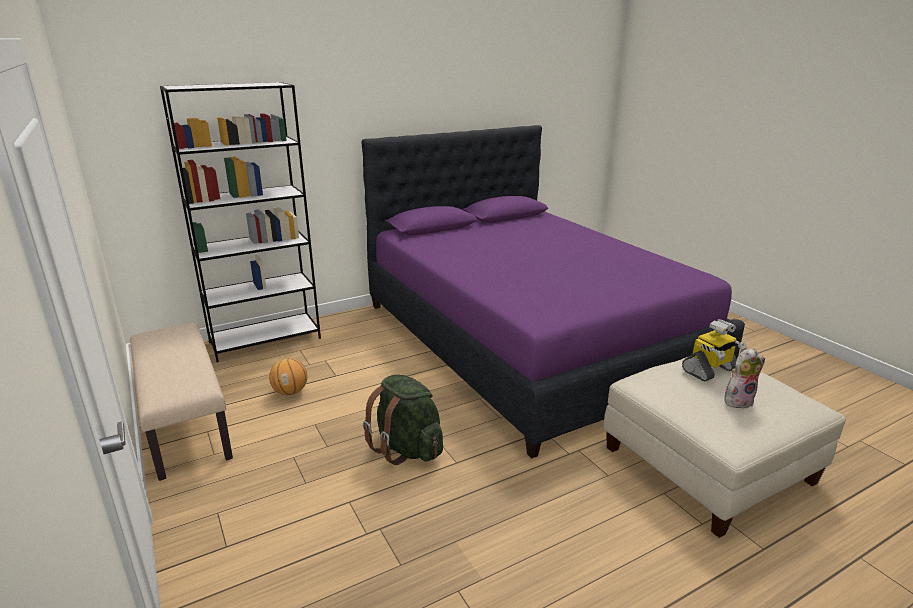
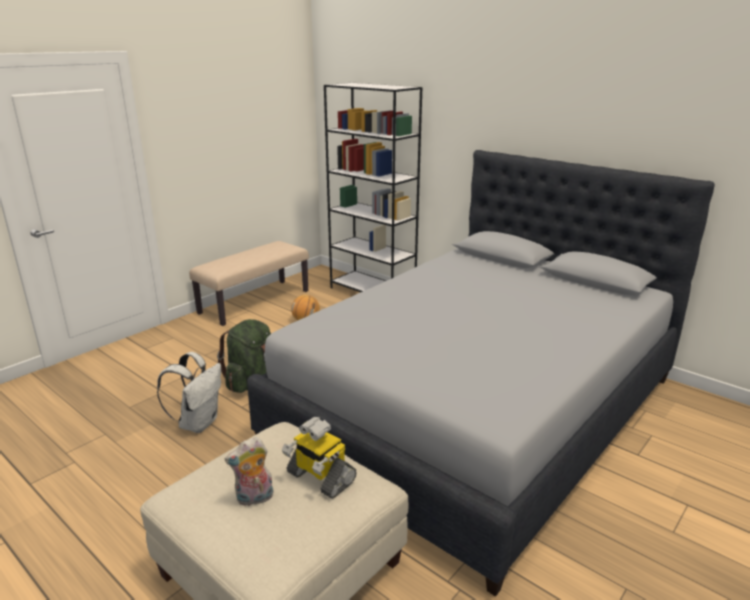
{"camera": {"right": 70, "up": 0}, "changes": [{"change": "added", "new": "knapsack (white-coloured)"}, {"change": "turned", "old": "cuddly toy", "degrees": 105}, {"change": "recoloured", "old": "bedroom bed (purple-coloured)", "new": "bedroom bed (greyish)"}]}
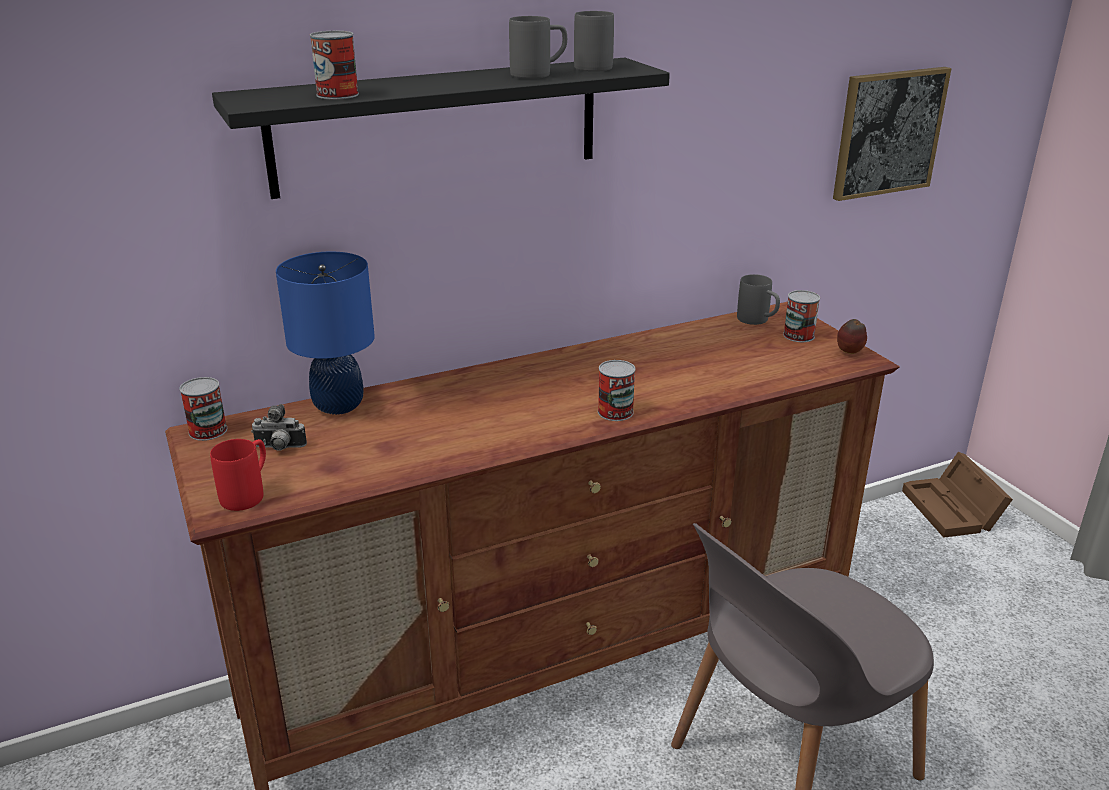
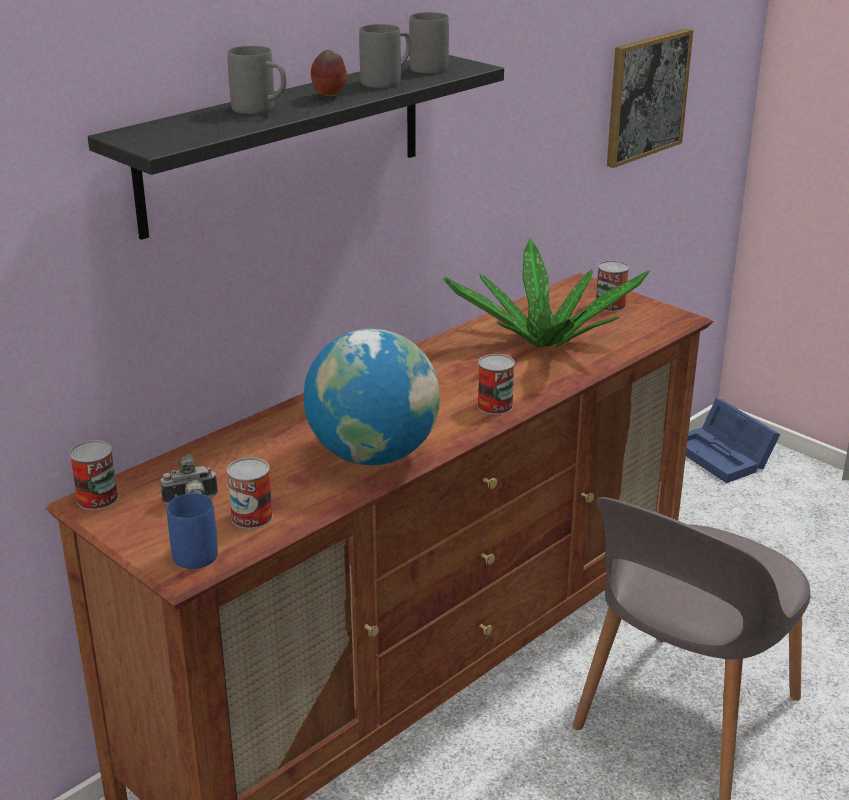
{"camera": {"right": -20, "up": 0}, "changes": [{"change": "recoloured", "old": "mug (reddish)", "new": "mug (blue)"}, {"change": "moved", "old": "mug (greyish) (3rd from left in the first image)", "new": "mug (greyish) (1st from left)"}, {"change": "moved", "old": "sealed can (2nd from left)"}, {"change": "added", "new": "desk globe"}, {"change": "moved", "old": "apple fruit"}, {"change": "added", "new": "plant in a pot"}, {"change": "recoloured", "old": "storage box (brown)", "new": "storage box (blue)"}, {"change": "removed", "old": "tabletop lamp (blue)"}]}
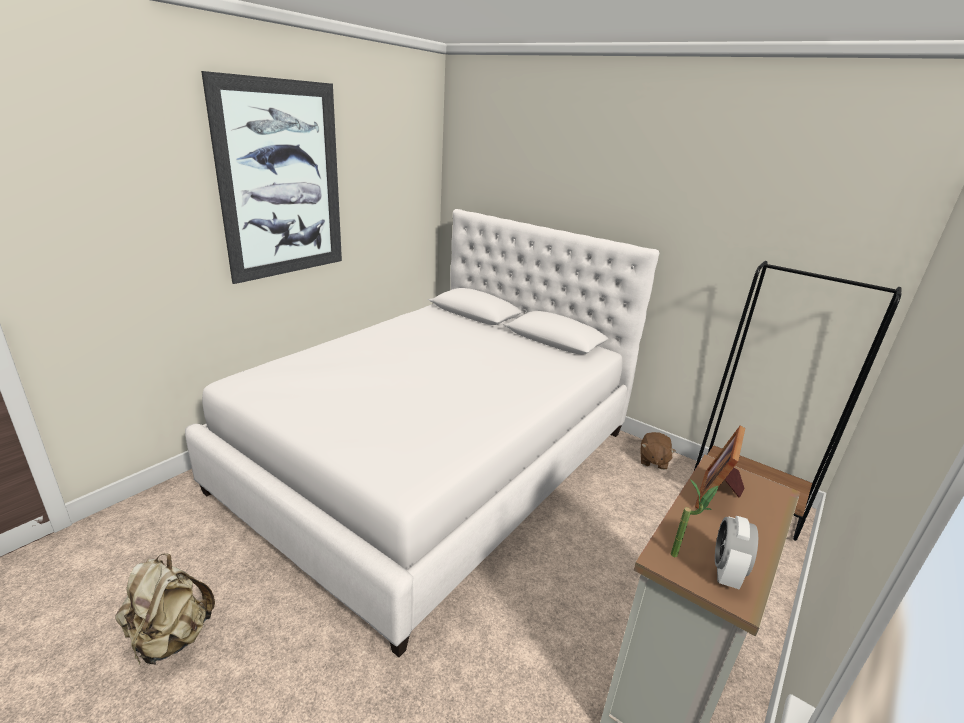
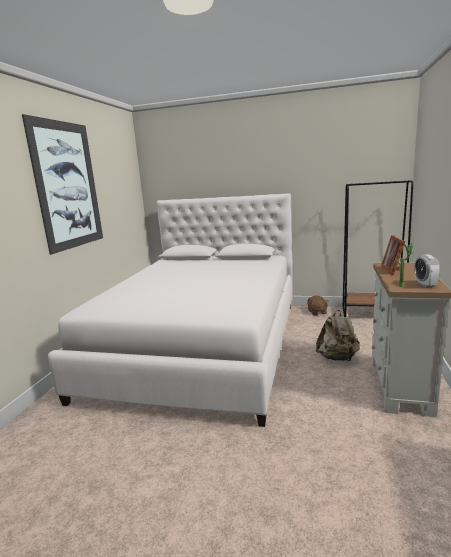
{"camera": {"right": -20, "up": -10}, "changes": [{"change": "moved", "old": "knapsack (beige-coloured)"}]}
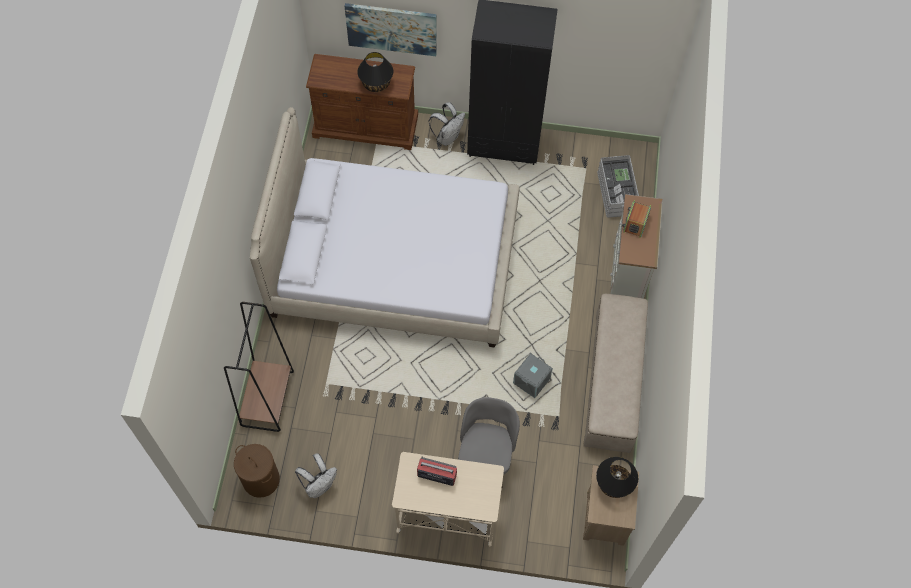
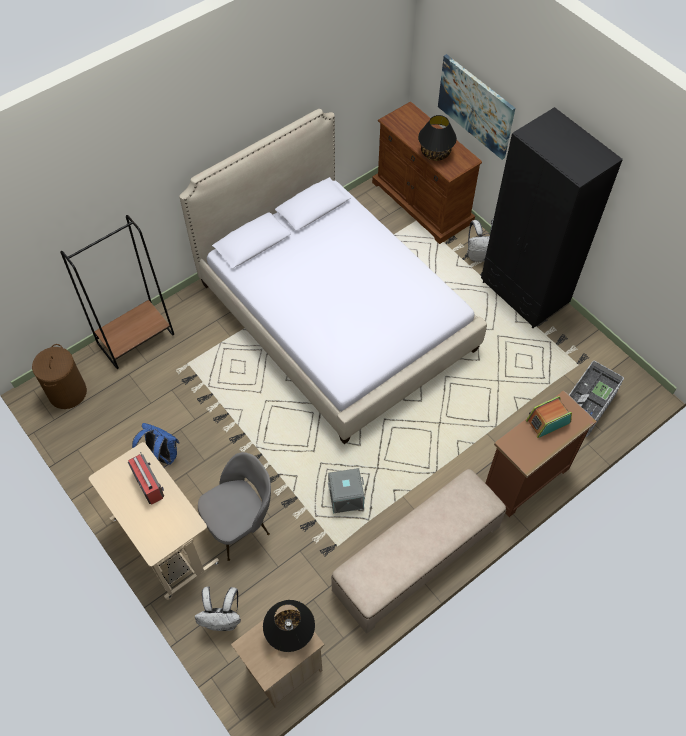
{"camera": {"right": 45, "up": -5}, "changes": [{"change": "added", "new": "knapsack (blue)"}, {"change": "moved", "old": "knapsack (white-coloured) (1st from left)"}, {"change": "recoloured", "old": "chest of drawers (white-coloured)", "new": "chest of drawers (brown) (2nd from left)"}]}
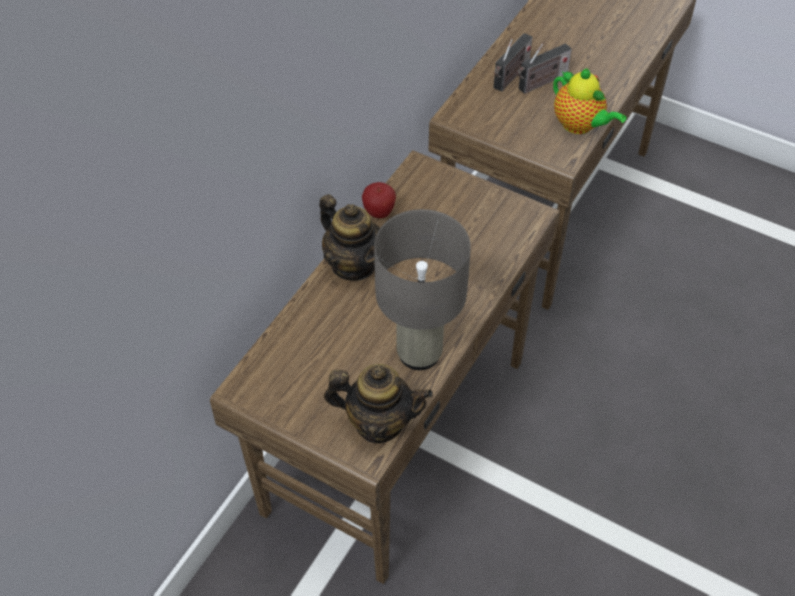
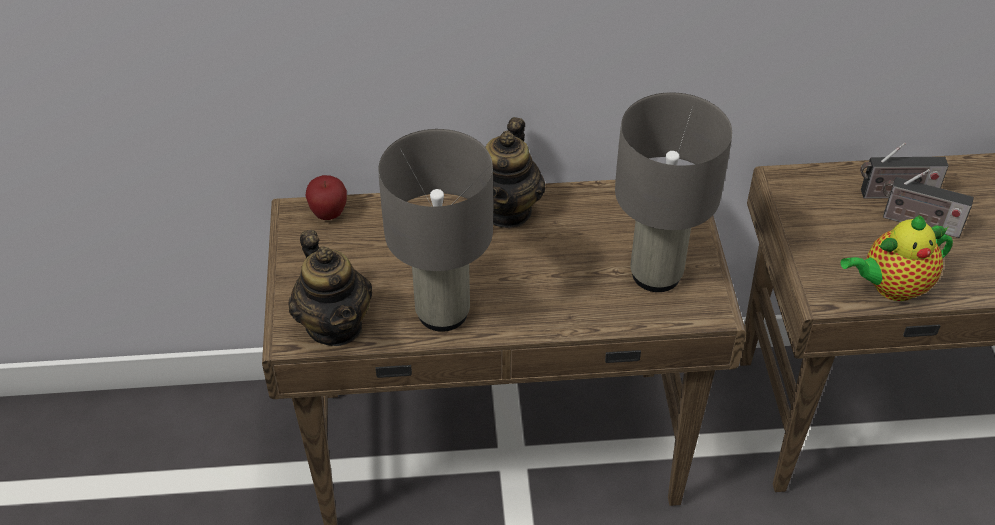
{"camera": {"right": 55, "up": -5}, "changes": [{"change": "moved", "old": "apple fruit"}, {"change": "added", "new": "tabletop lamp (greyish) (2nd from left)"}, {"change": "turned", "old": "tea pot (3rd from left)", "degrees": 60}]}
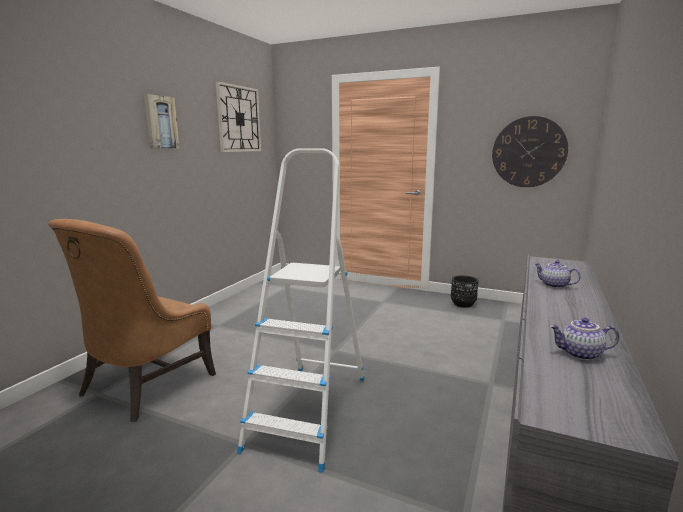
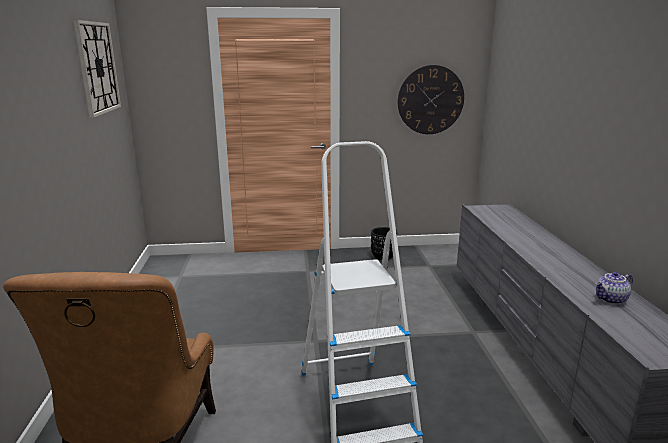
{"camera": {"right": -30, "up": 5}, "changes": [{"change": "removed", "old": "wall art"}, {"change": "removed", "old": "tea pot (1st from left)"}]}
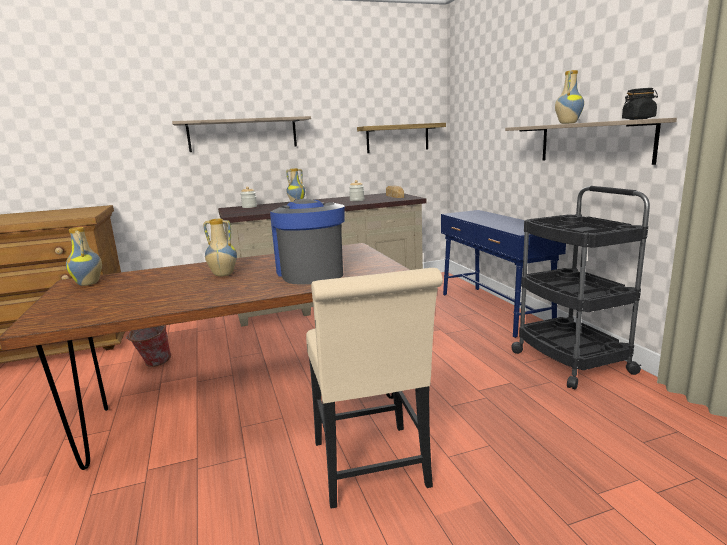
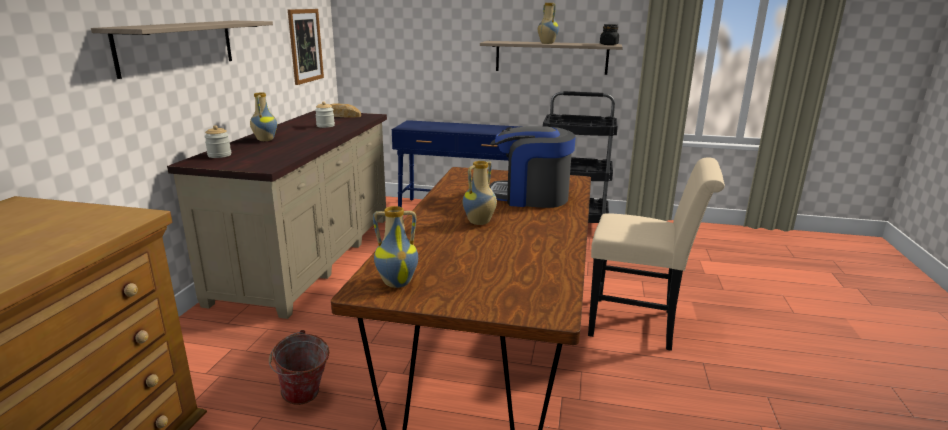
{"camera": {"right": -60, "up": 5}, "changes": [{"change": "replaced", "old": "shelf (2nd from left)", "new": "wall art"}]}
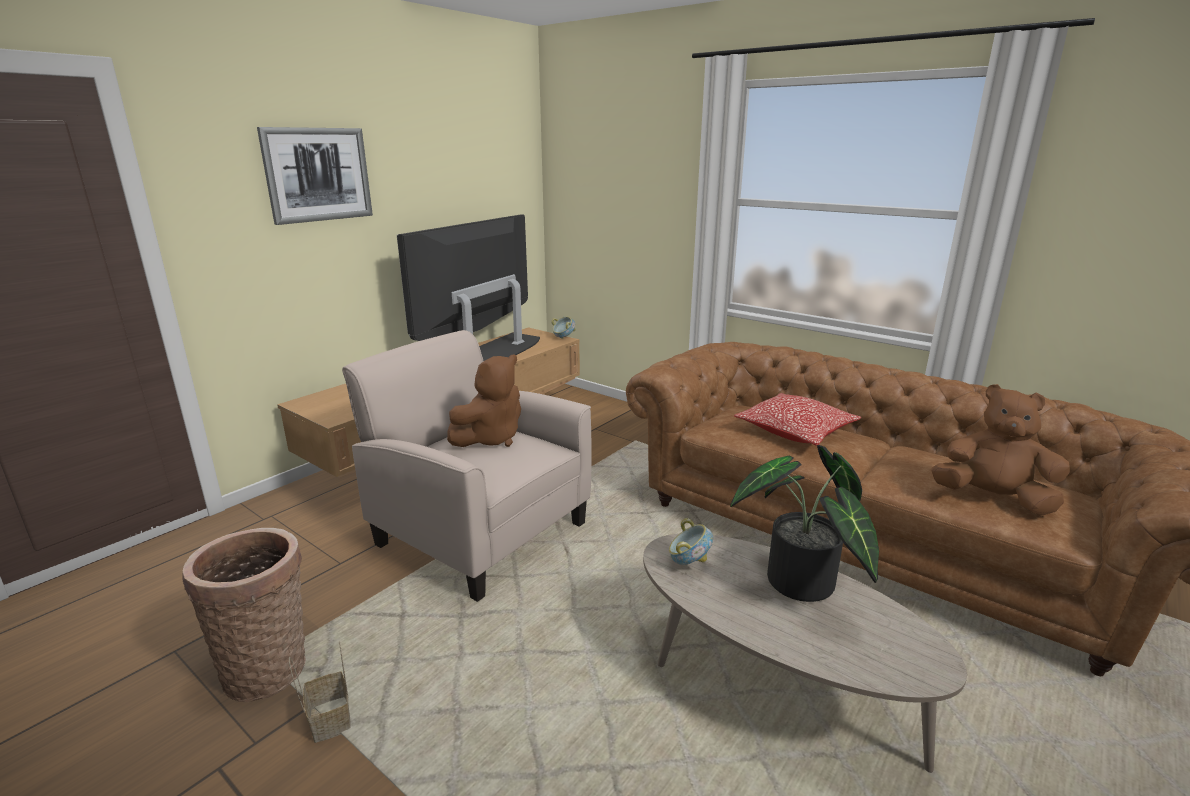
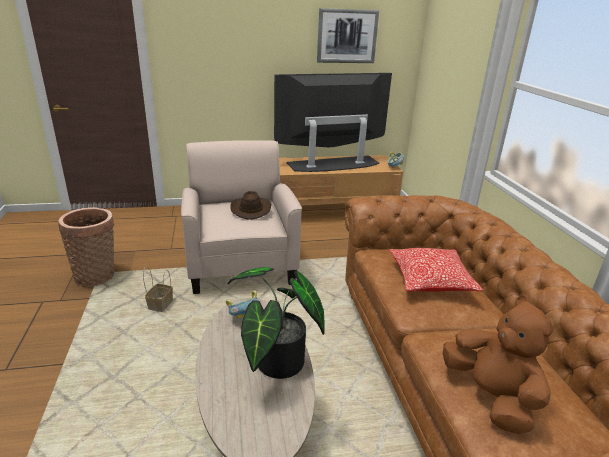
{"camera": {"right": 40, "up": 5}, "changes": [{"change": "moved", "old": "basket (2nd from left)"}, {"change": "replaced", "old": "cuddly toy (brown) (1st from left)", "new": "clothing hat (brown)"}, {"change": "moved", "old": "wall art"}]}
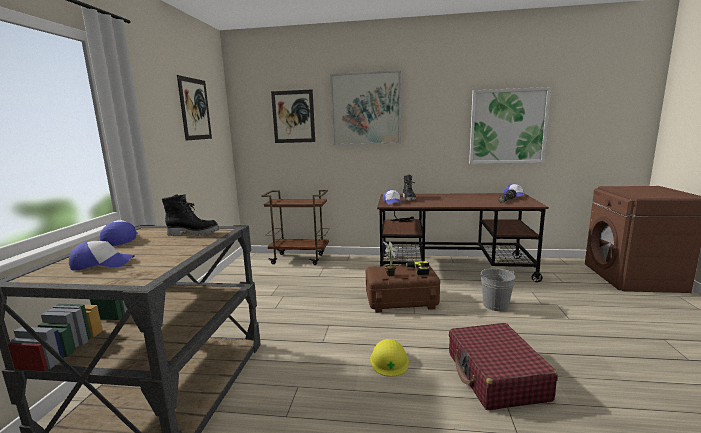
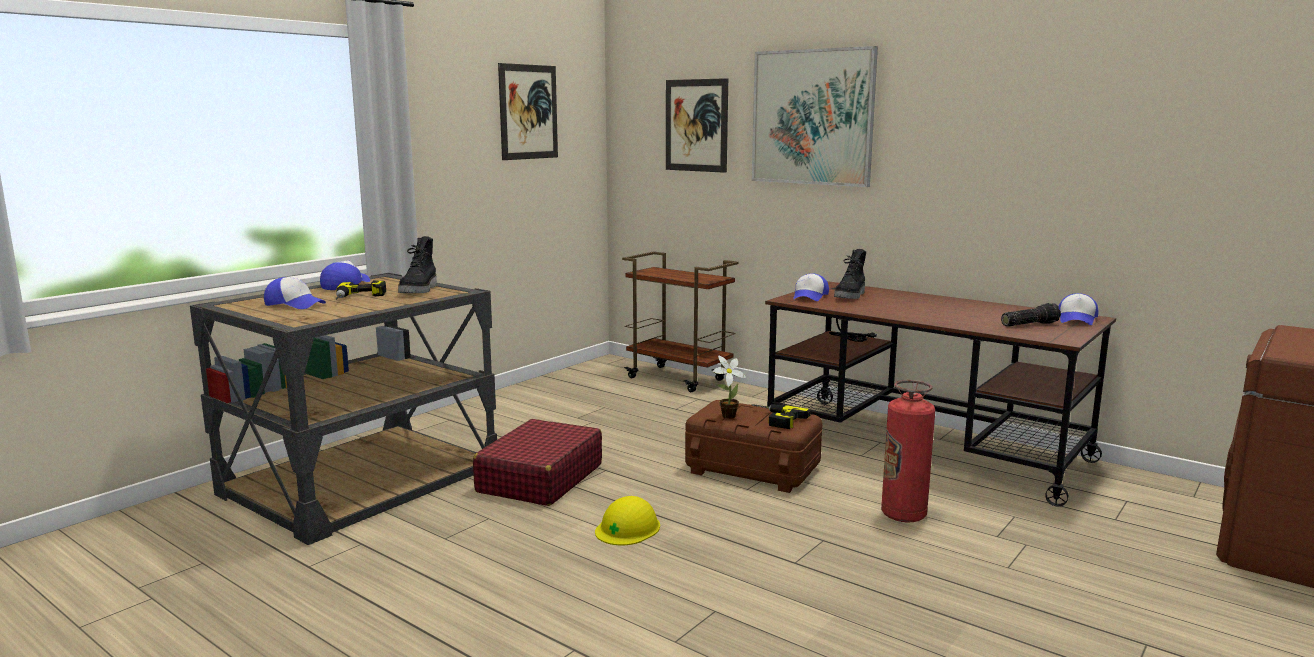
{"camera": {"right": 30, "up": 0}, "changes": [{"change": "added", "new": "electric drill (1st from left)"}, {"change": "turned", "old": "high-top boot (blackish) (1st from left)", "degrees": 60}, {"change": "moved", "old": "piece of luggage (reddish)"}, {"change": "replaced", "old": "bucket (greyish)", "new": "extinguisher"}, {"change": "removed", "old": "wall art (4th from left)"}]}
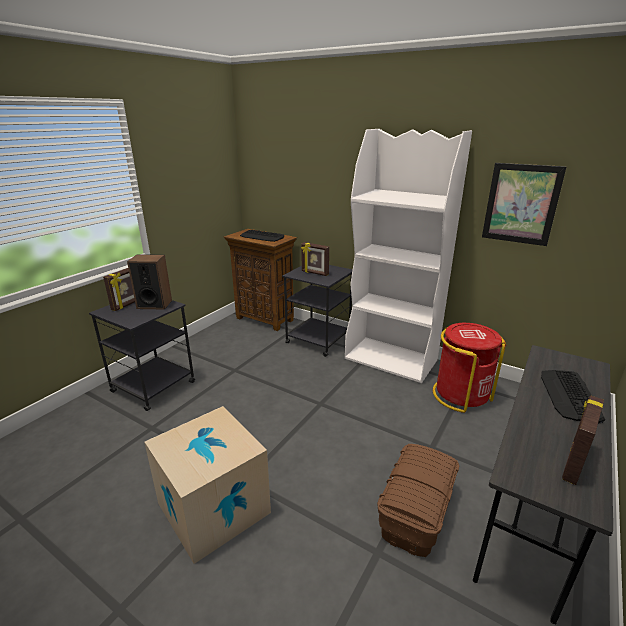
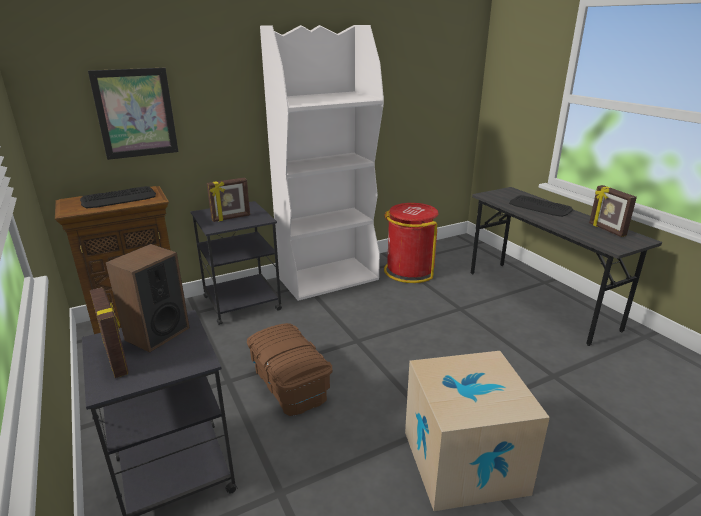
{"camera": {"right": -60, "up": 0}, "changes": [{"change": "moved", "old": "wall art"}, {"change": "moved", "old": "storage box (brown)"}]}
